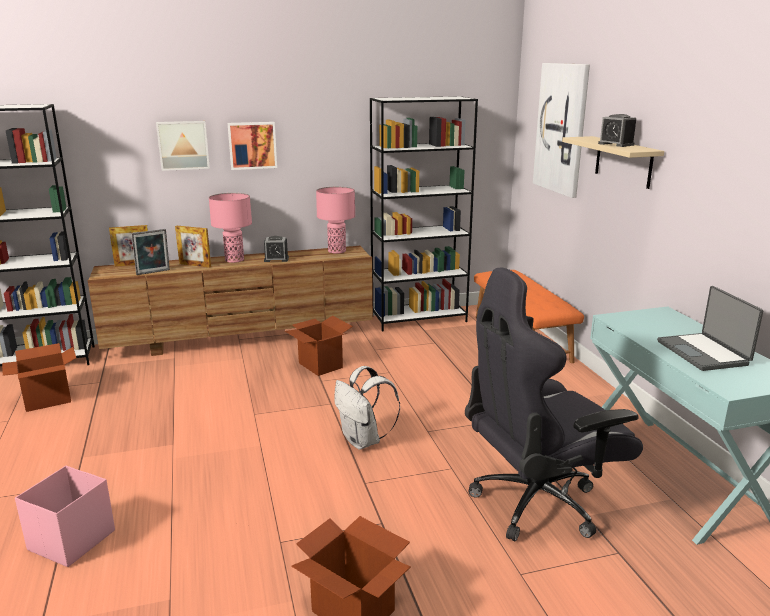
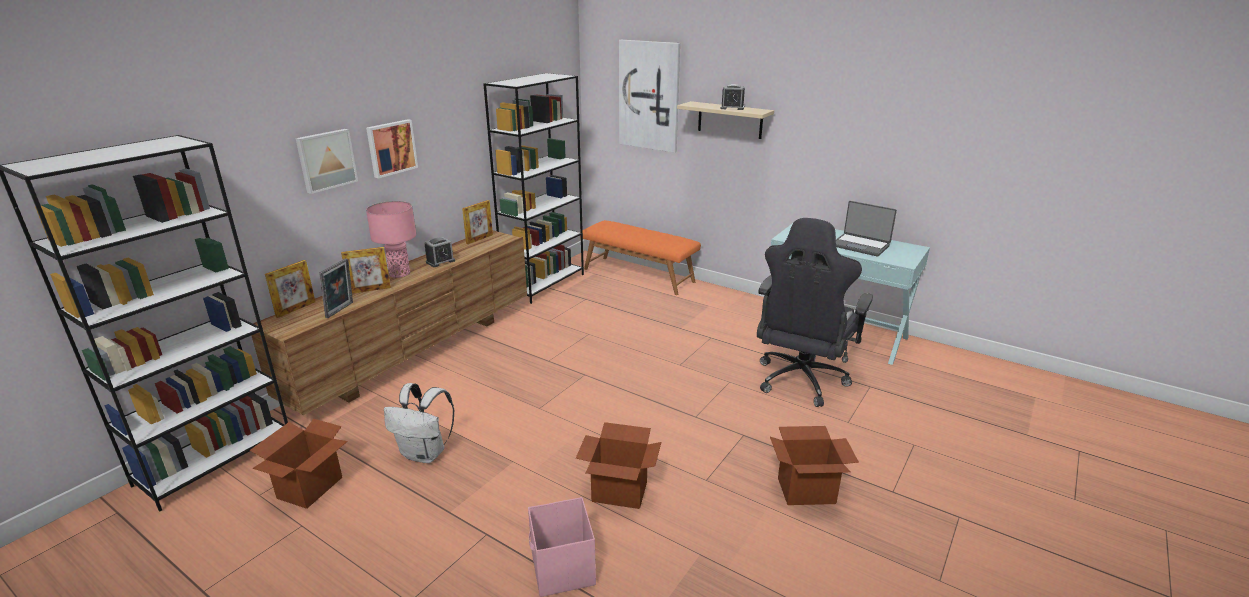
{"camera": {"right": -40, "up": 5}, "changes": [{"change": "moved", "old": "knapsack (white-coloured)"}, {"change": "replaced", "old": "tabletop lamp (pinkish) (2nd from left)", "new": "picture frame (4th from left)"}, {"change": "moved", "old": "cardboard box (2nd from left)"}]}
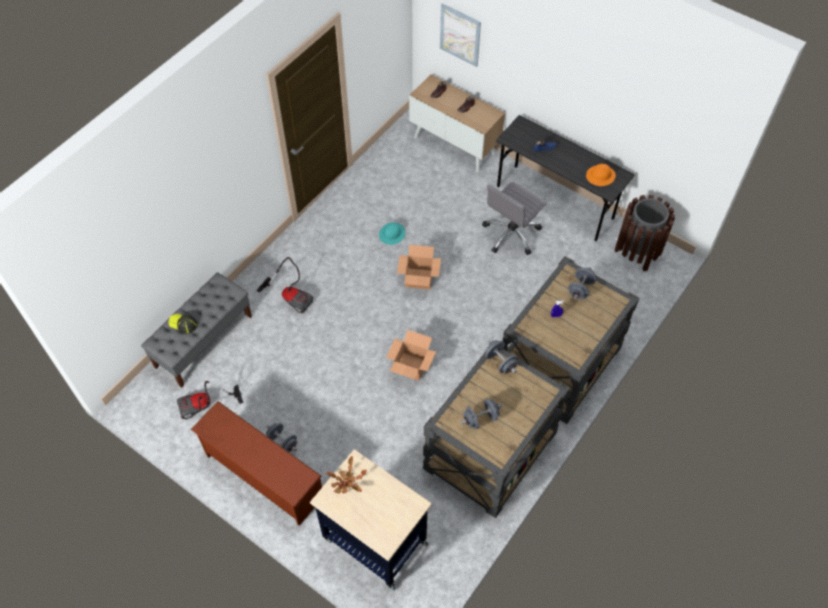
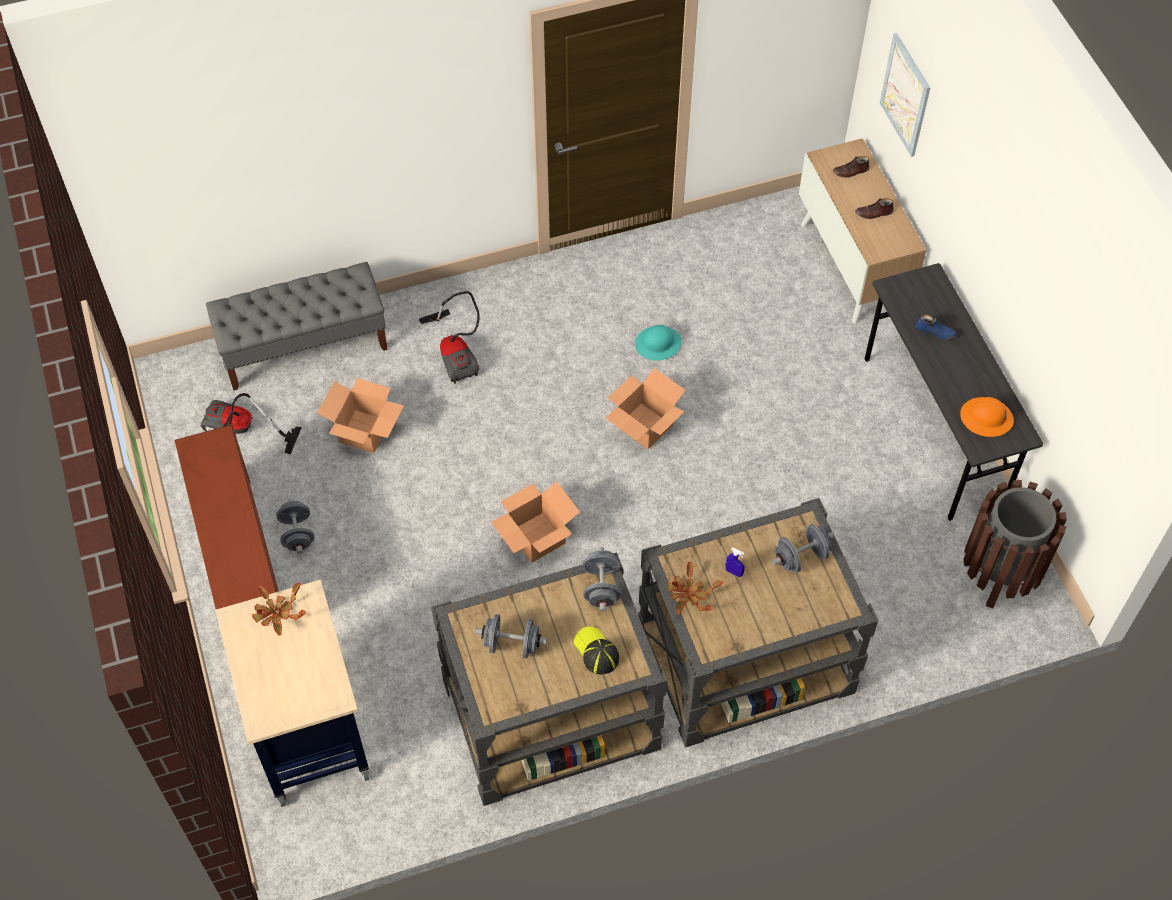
{"camera": {"right": 35, "up": 0}, "changes": [{"change": "added", "new": "cardboard box (1st from left)"}, {"change": "moved", "old": "cap"}, {"change": "added", "new": "plant in a pot (2nd from left)"}, {"change": "removed", "old": "computer chair (greyish)"}]}
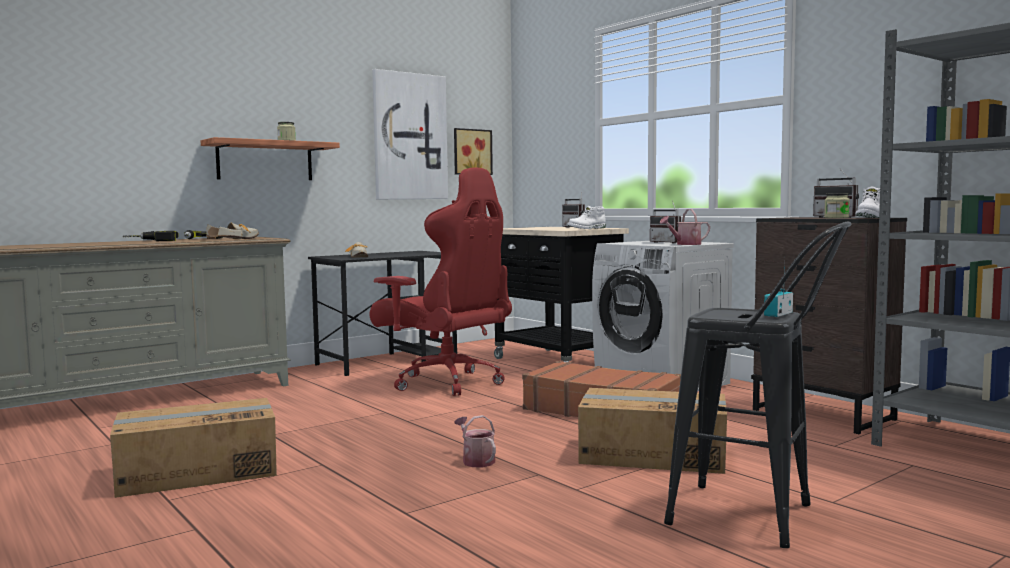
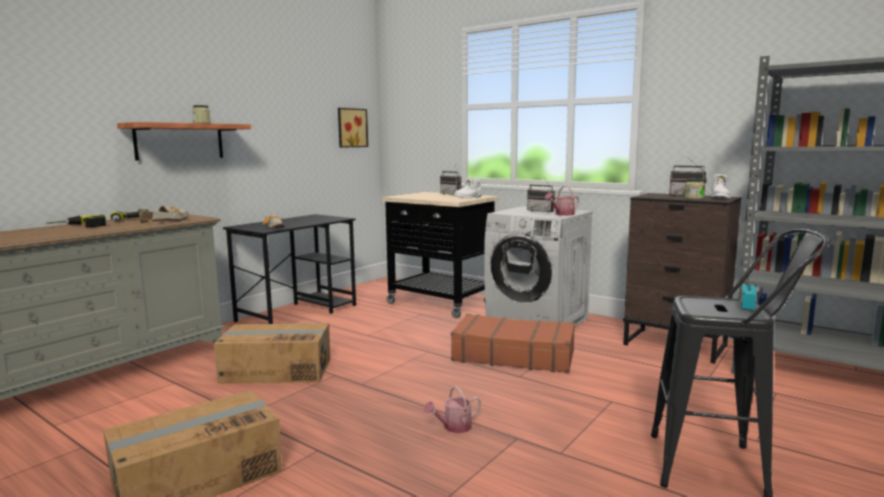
{"camera": {"right": -15, "up": 5}, "changes": [{"change": "moved", "old": "cardboard box (2nd from left)"}, {"change": "turned", "old": "sprinkling can (1st from left)", "degrees": -75}, {"change": "removed", "old": "computer chair (reddish)"}, {"change": "removed", "old": "wall art (1st from left)"}]}
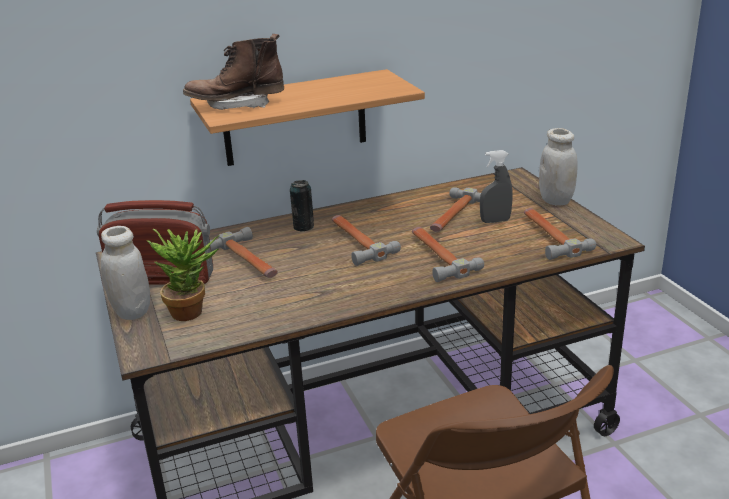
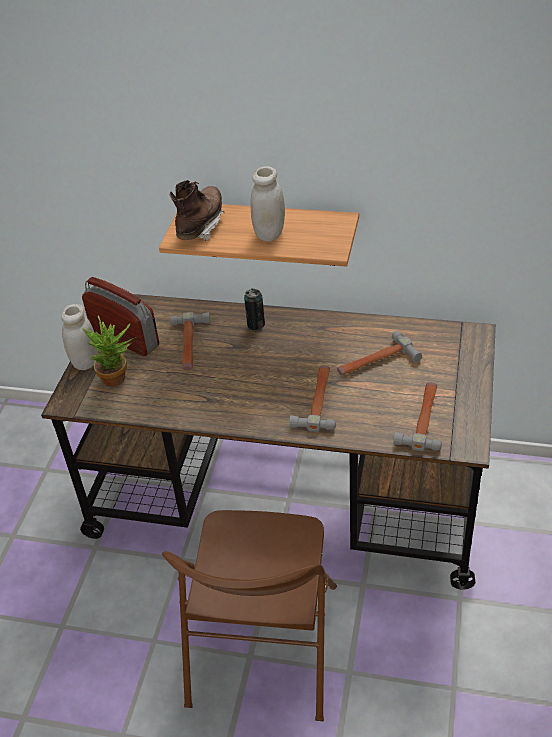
{"camera": {"right": 35, "up": 15}, "changes": [{"change": "turned", "old": "high-top boot (brown)", "degrees": 90}, {"change": "moved", "old": "jar (white-coloured) (2nd from left)"}, {"change": "removed", "old": "hand hammer (2nd from left)"}, {"change": "removed", "old": "spray bottle (greyish)"}]}
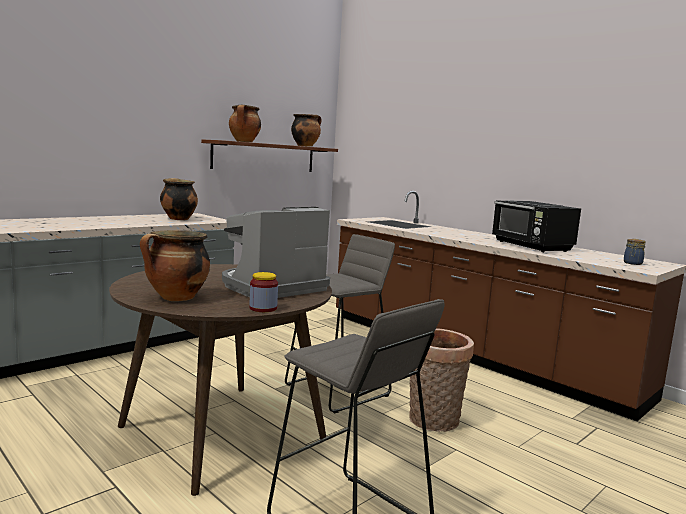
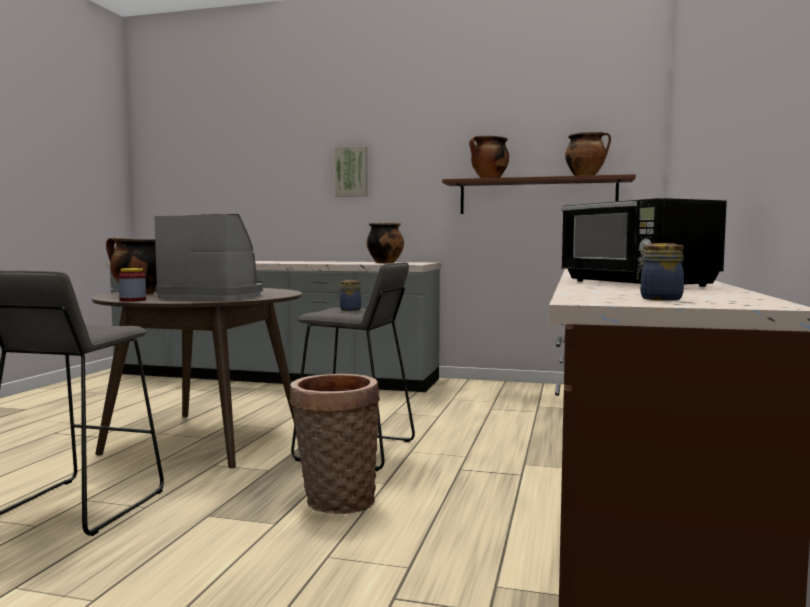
{"camera": {"right": 60, "up": -5}, "changes": [{"change": "added", "new": "wall art"}, {"change": "added", "new": "jar (2nd from left)"}, {"change": "turned", "old": "kitchen microwave (blackish)", "degrees": -60}]}
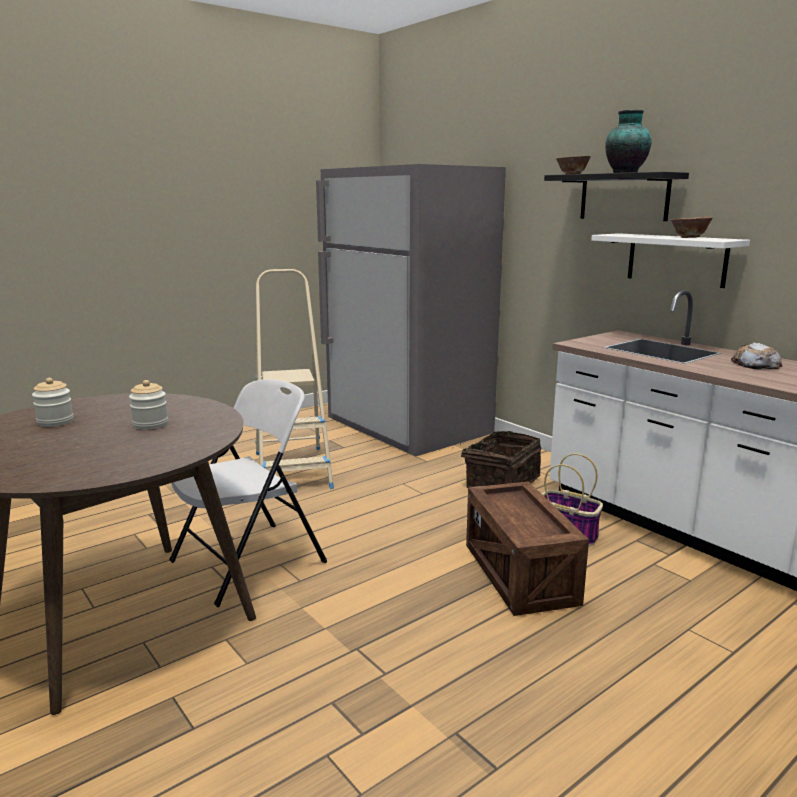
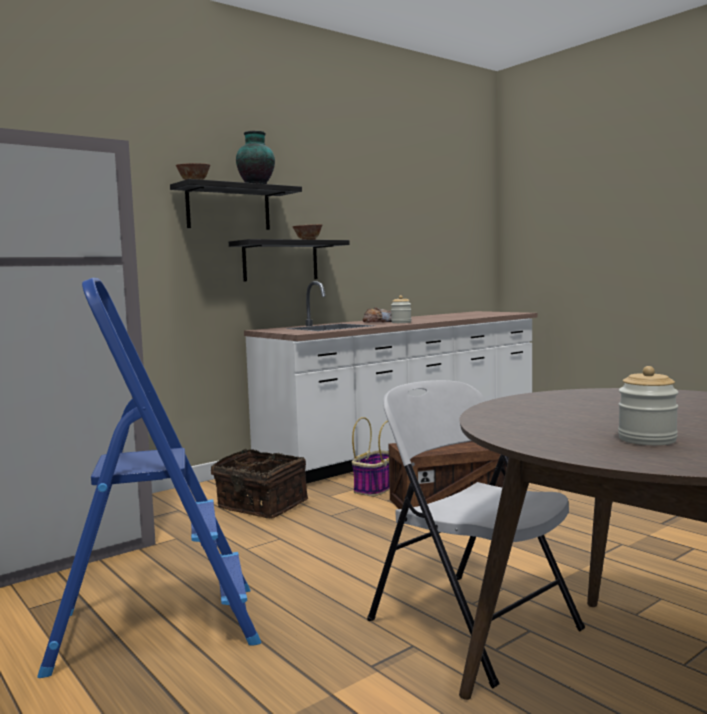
{"camera": {"right": -90, "up": -10}, "changes": [{"change": "recoloured", "old": "step stool (beige-coloured)", "new": "step stool (blue)"}, {"change": "recoloured", "old": "shelf (white-coloured)", "new": "shelf (blackish) (2nd from left)"}, {"change": "moved", "old": "jar (2nd from left in the first image)", "new": "jar (1st from left)"}]}
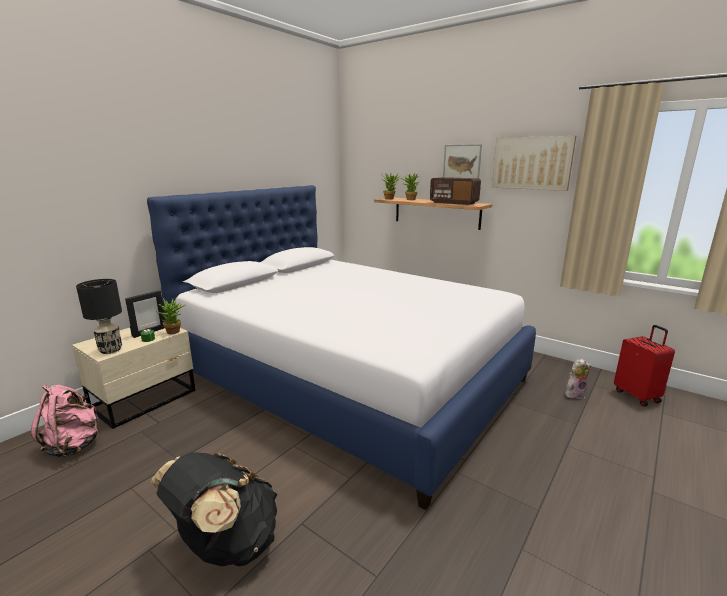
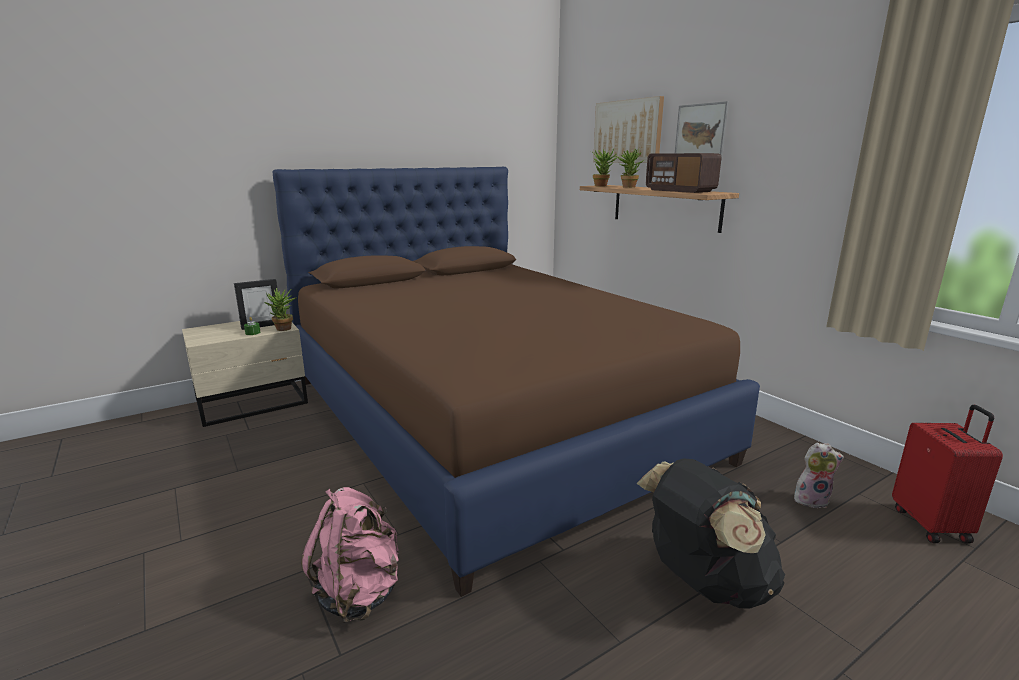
{"camera": {"right": 20, "up": 0}, "changes": [{"change": "recoloured", "old": "bedroom bed (white-coloured)", "new": "bedroom bed (brown)"}, {"change": "moved", "old": "knapsack (pinkish)"}, {"change": "moved", "old": "wall art (2nd from left in the first image)", "new": "wall art (1st from left)"}, {"change": "moved", "old": "knapsack (blackish)"}, {"change": "removed", "old": "tabletop lamp (blackish)"}]}
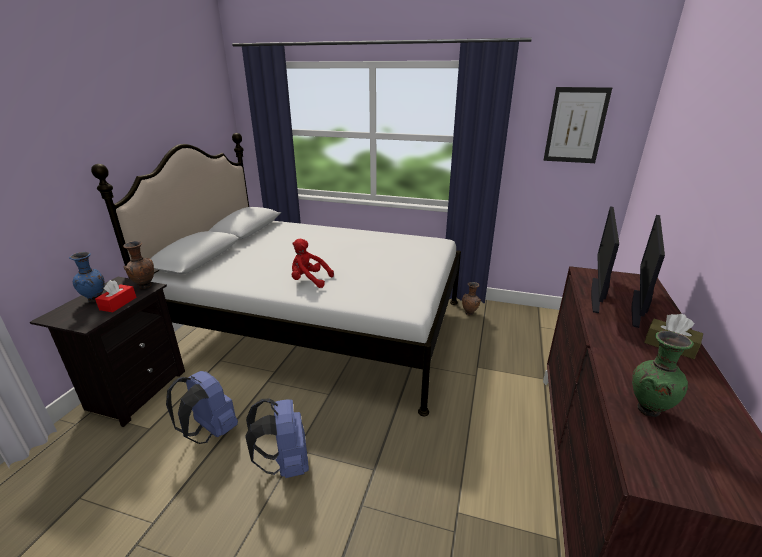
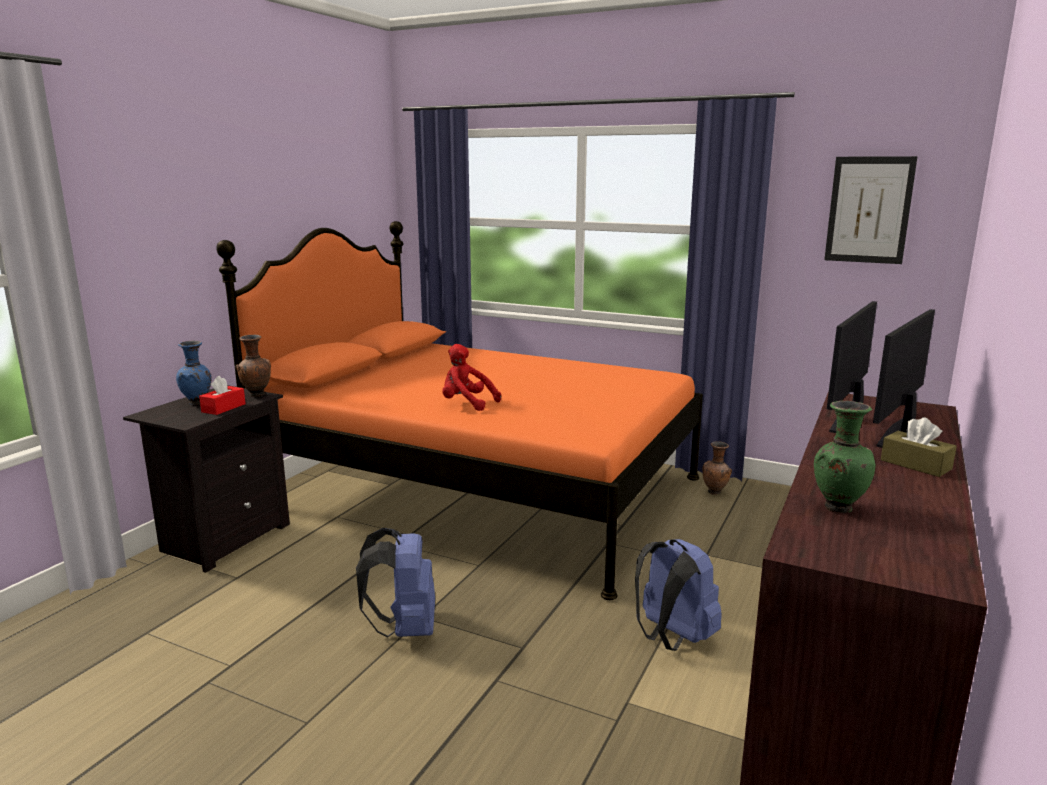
{"camera": {"right": 10, "up": -10}, "changes": [{"change": "recoloured", "old": "bedroom bed (white-coloured)", "new": "bedroom bed (orangey)"}, {"change": "moved", "old": "knapsack (blue) (1st from left in the first image)", "new": "knapsack (blue) (2nd from left)"}]}
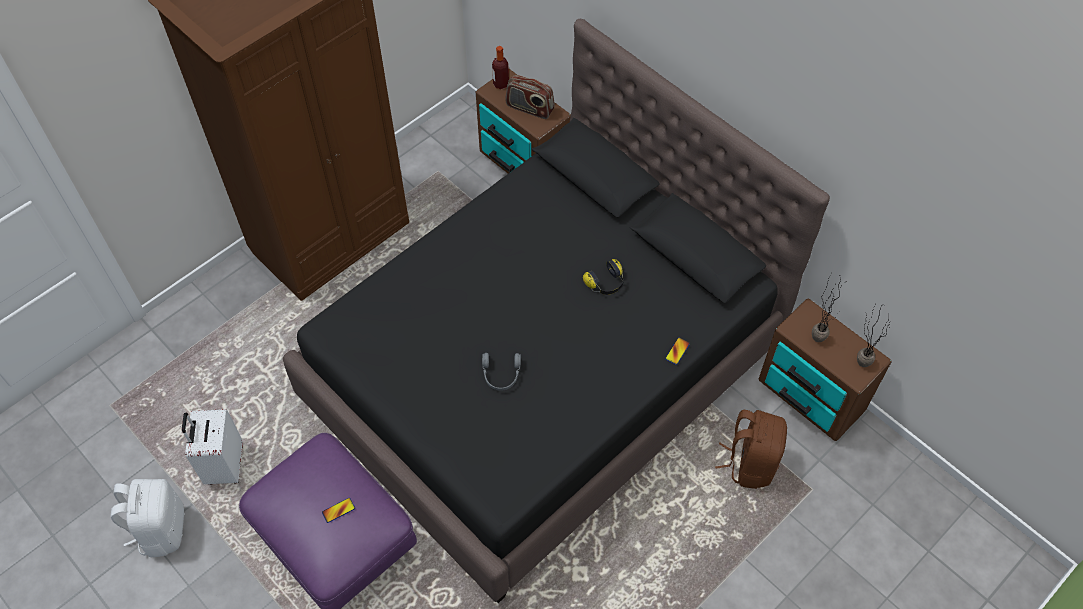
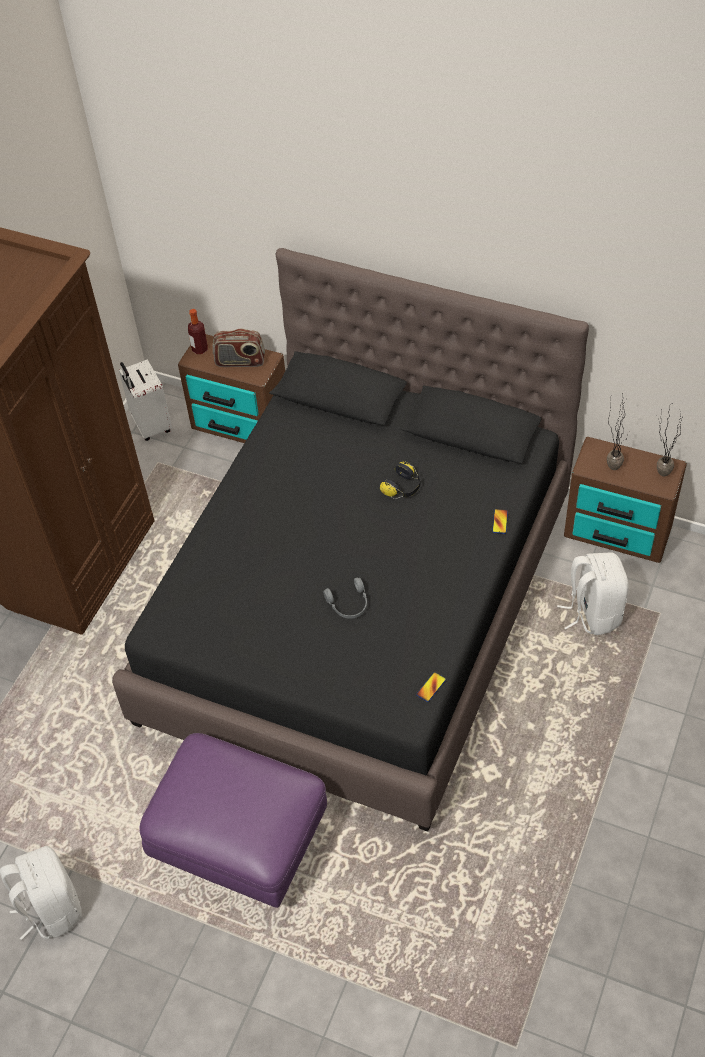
{"camera": {"right": -20, "up": -5}, "changes": [{"change": "moved", "old": "piece of luggage (white-coloured)"}, {"change": "moved", "old": "handset (1st from left)"}, {"change": "recoloured", "old": "knapsack (brown)", "new": "knapsack (white-coloured) (2nd from left)"}]}
